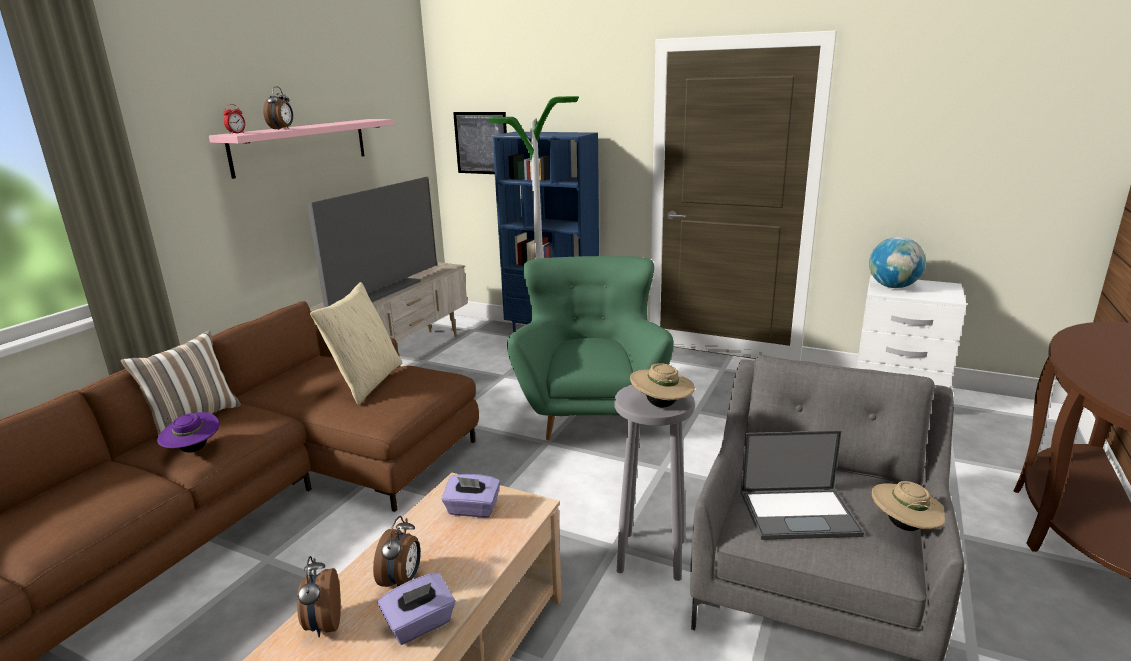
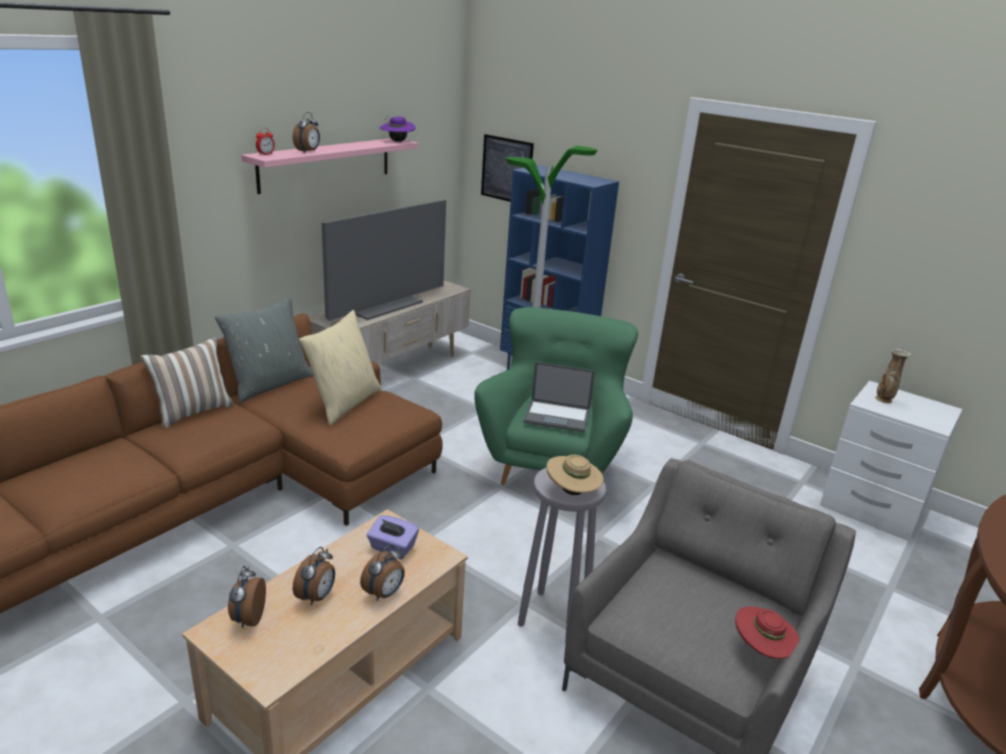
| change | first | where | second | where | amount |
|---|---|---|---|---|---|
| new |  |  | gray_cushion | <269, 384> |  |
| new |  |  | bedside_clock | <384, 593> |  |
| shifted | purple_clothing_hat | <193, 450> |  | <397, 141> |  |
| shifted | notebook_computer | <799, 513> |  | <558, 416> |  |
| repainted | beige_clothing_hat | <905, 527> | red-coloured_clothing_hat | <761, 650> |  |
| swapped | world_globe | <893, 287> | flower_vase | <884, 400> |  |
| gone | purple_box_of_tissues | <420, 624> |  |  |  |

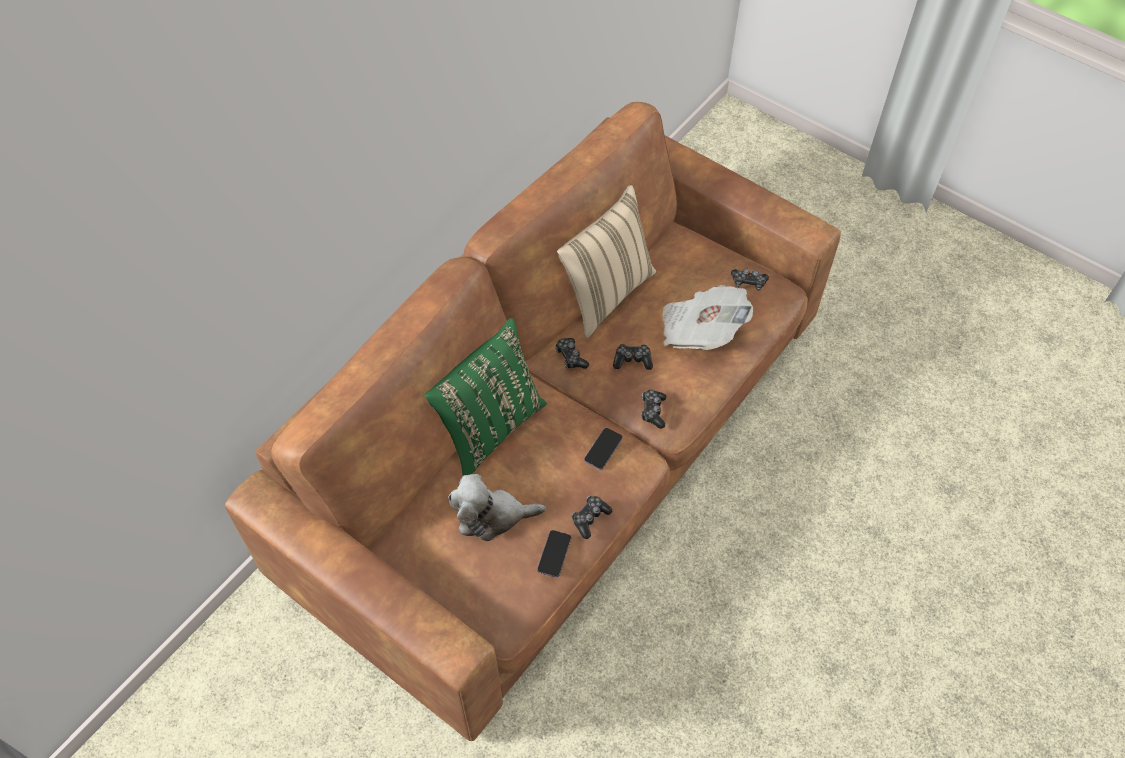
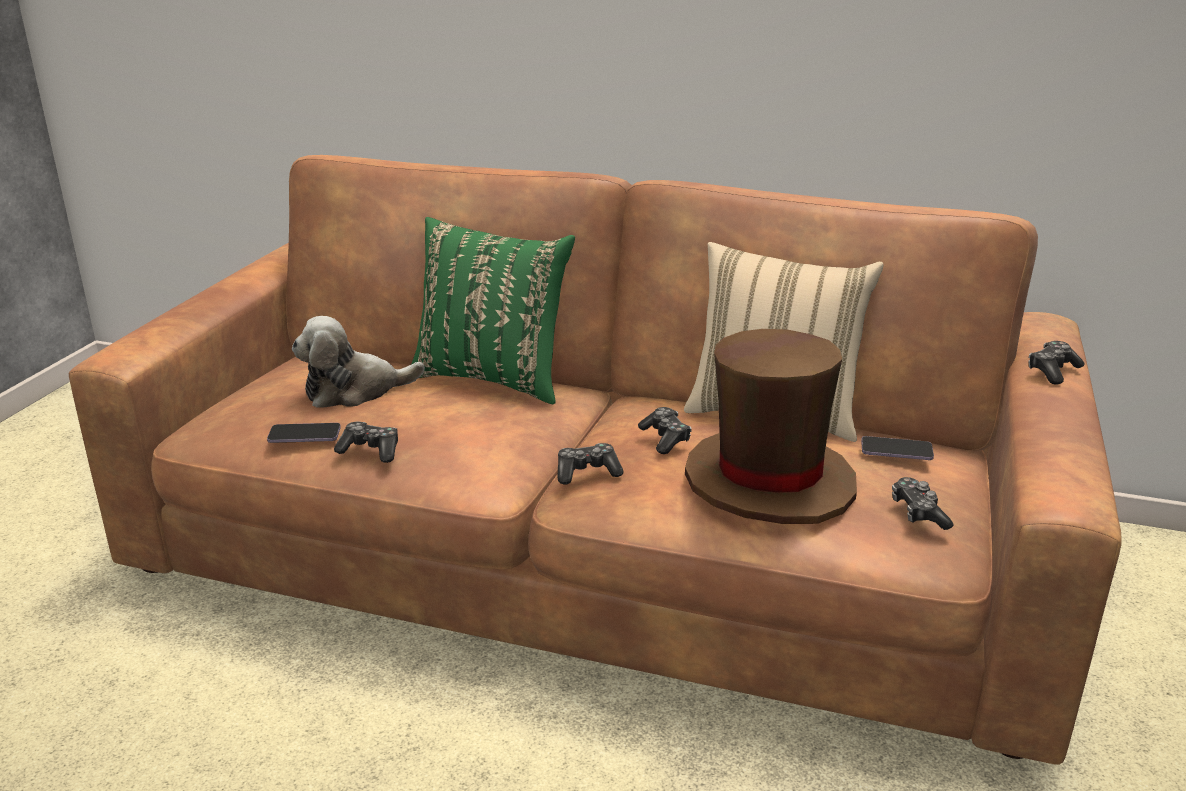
| change | first | where | second | where | amount |
|---|---|---|---|---|---|
| rotated | plush_toy | <492, 516> |  | <354, 392> | 90 degrees counterclockwise |
| swapped | newspaper | <701, 331> | brown_clothing_hat | <769, 481> |  |
| shifted | phone | <603, 449> |  | <896, 450> |  |
| shifted | gamepad | <570, 357> |  | <1052, 371> |  |

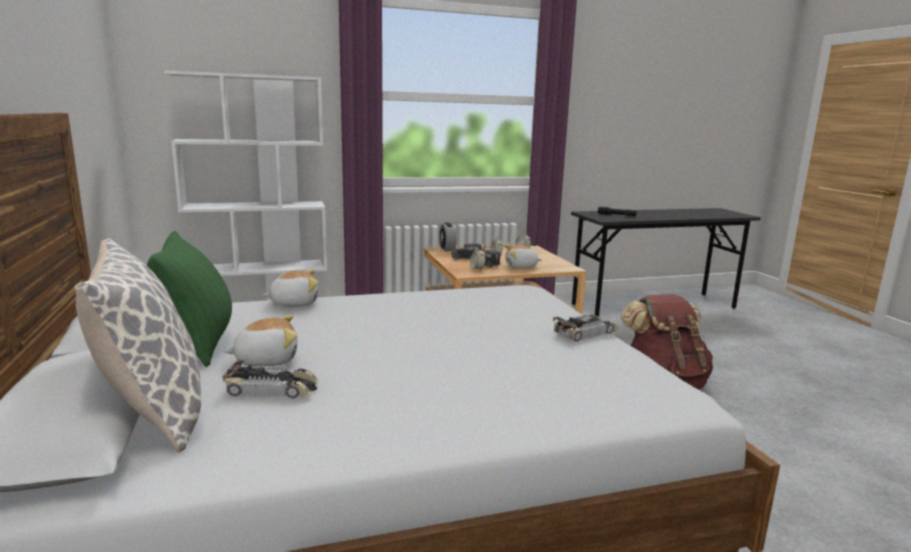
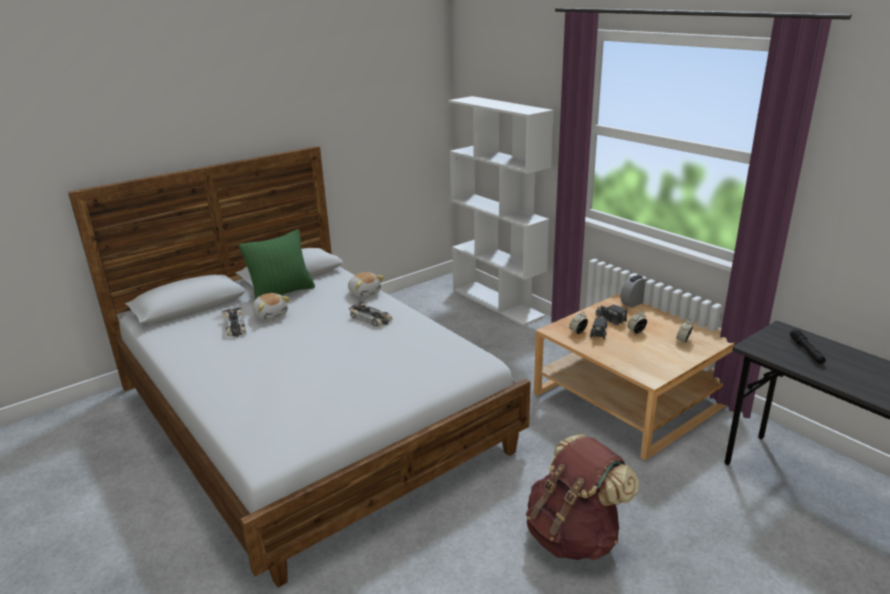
| change | first | where | second | where | amount |
|---|---|---|---|---|---|
| shifted | miniature_car | <586, 332> |  | <371, 319> |  |
| gone | cushion | <154, 412> |  |  |  |
| gone | plush_toy | <521, 267> |  |  |  |

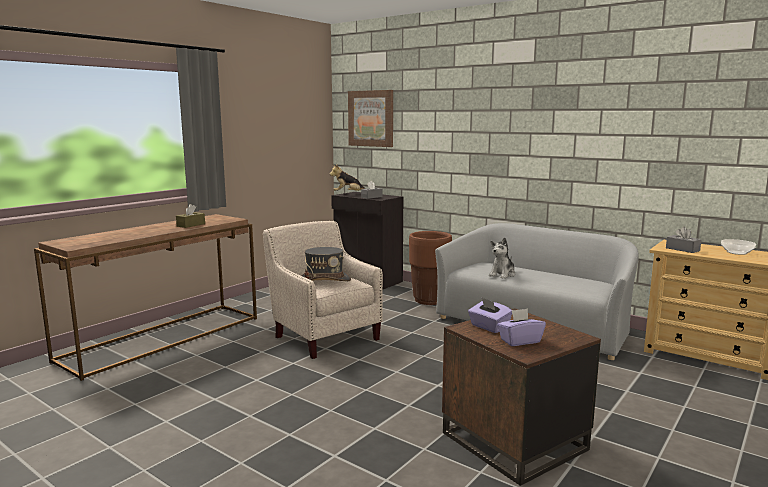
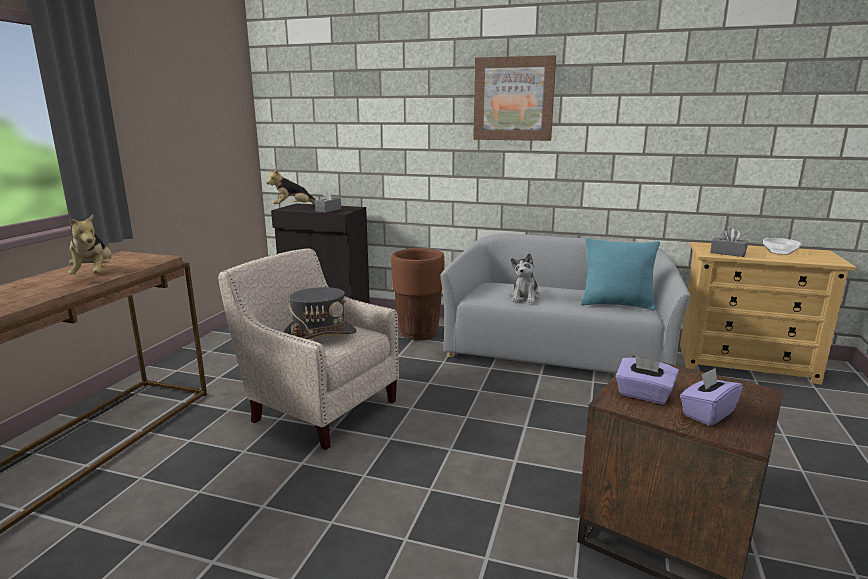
| change | first | where | second | where | amount |
|---|---|---|---|---|---|
| swapped | brown_box_of_tissues | <191, 225> | plush_toy | <94, 275> |  |
| shifted | picture | <371, 118> |  | <513, 99> |  |
| new |  |  | turquoise_cushion | <616, 304> |  |

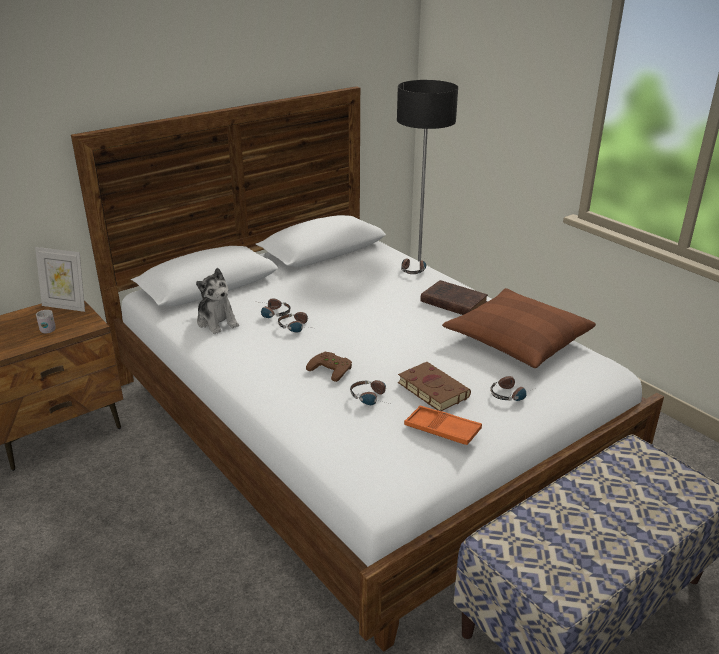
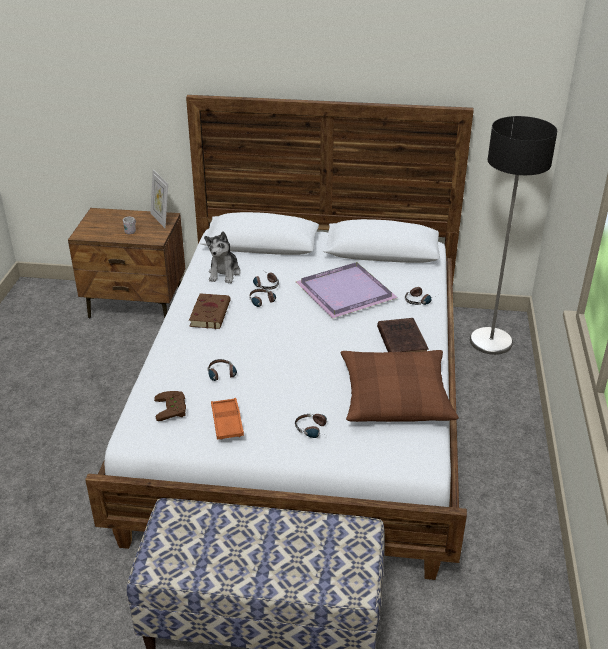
| change | first | where | second | where | amount |
|---|---|---|---|---|---|
| shifted | brown_gamepad | <332, 368> |  | <173, 408> |  |
| shifted | brown_volume | <431, 389> |  | <210, 313> |  |
| new |  |  | purple_carrying_tray | <343, 292> |  |

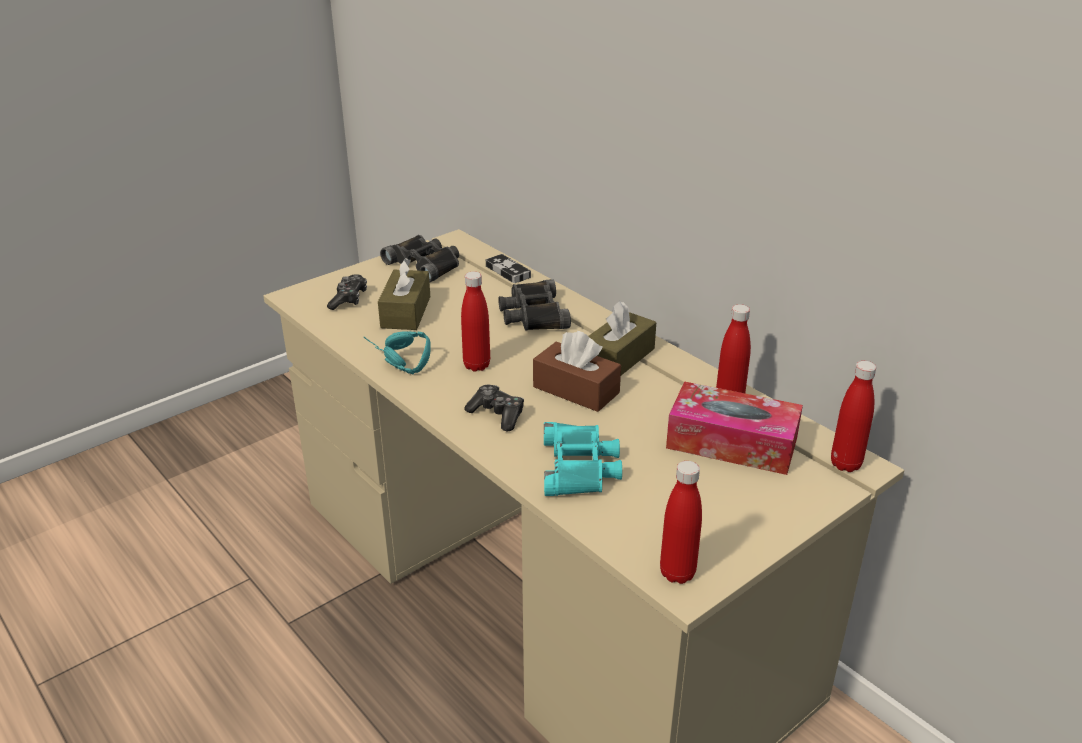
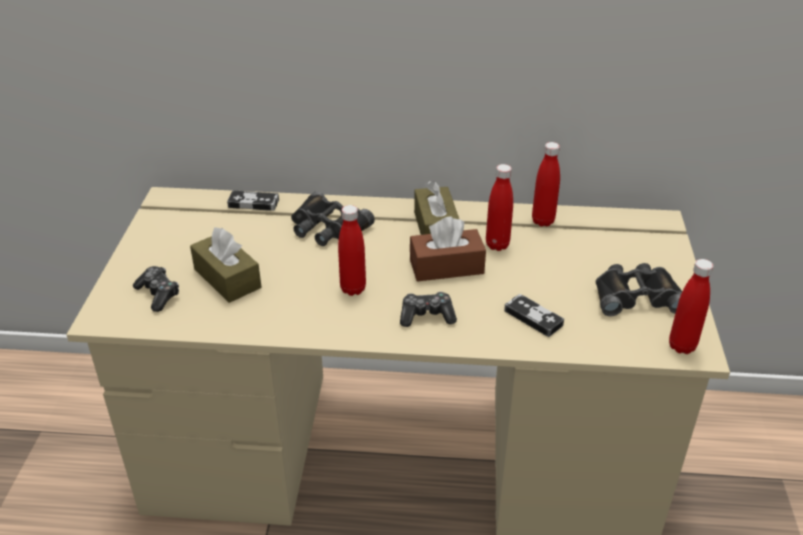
| change | first | where | second | where | amount |
|---|---|---|---|---|---|
| shifted | red-coloured_beverage_bottle | <845, 464> |  | <497, 245> |  |
| swapped | turquoise_field_glasses | <580, 467> | gamepad | <533, 318> |  |
| shifted | black-coloured_field_glasses | <425, 264> |  | <636, 296> |  |
| gone | turquoise_headset | <392, 361> |  |  |  |
| gone | box_of_tissues | <731, 443> |  |  |  |

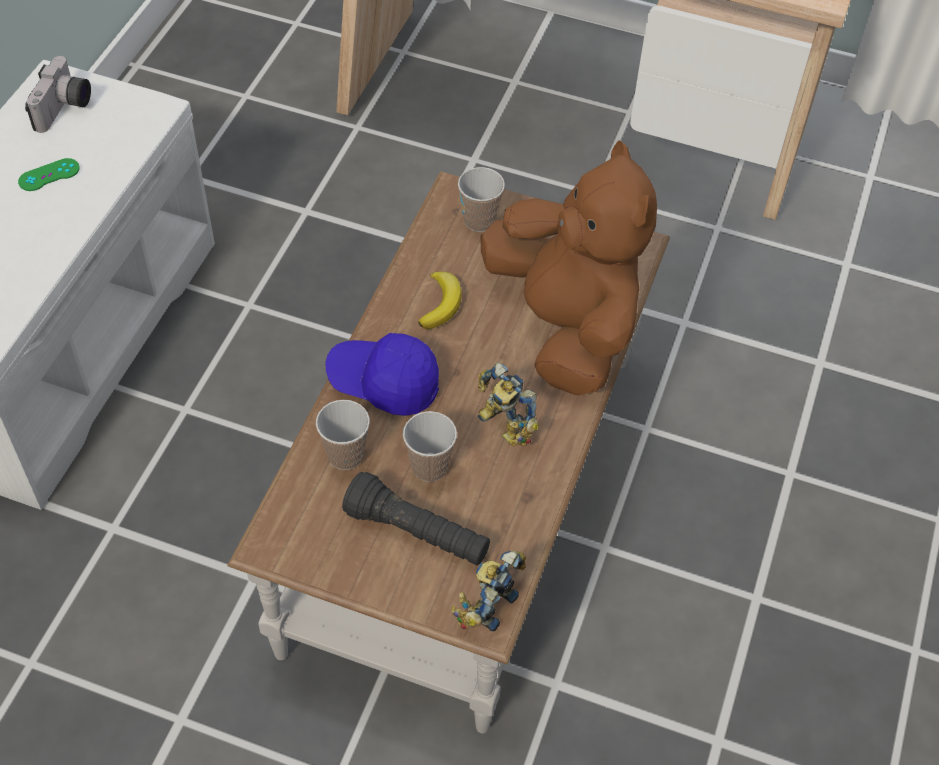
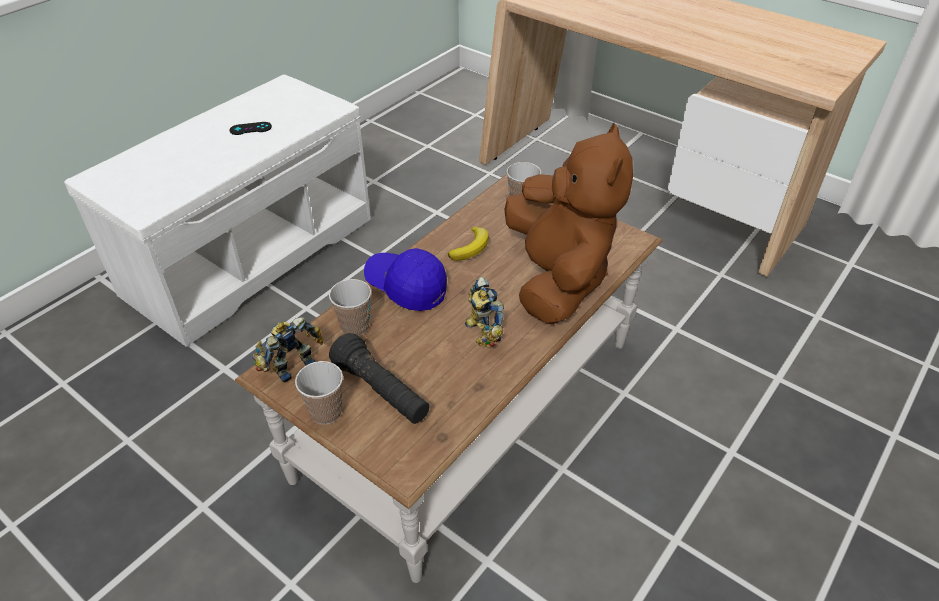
| change | first | where | second | where | amount |
|---|---|---|---|---|---|
| repainted | greenish_gamepad | <49, 175> | black-coloured_gamepad | <250, 128> |  |
| shifted | robot_figure | <488, 604> |  | <291, 365> |  |
| shifted | small_cup | <429, 467> |  | <326, 412> |  |
| gone | still_camera | <65, 109> |  |  |  |

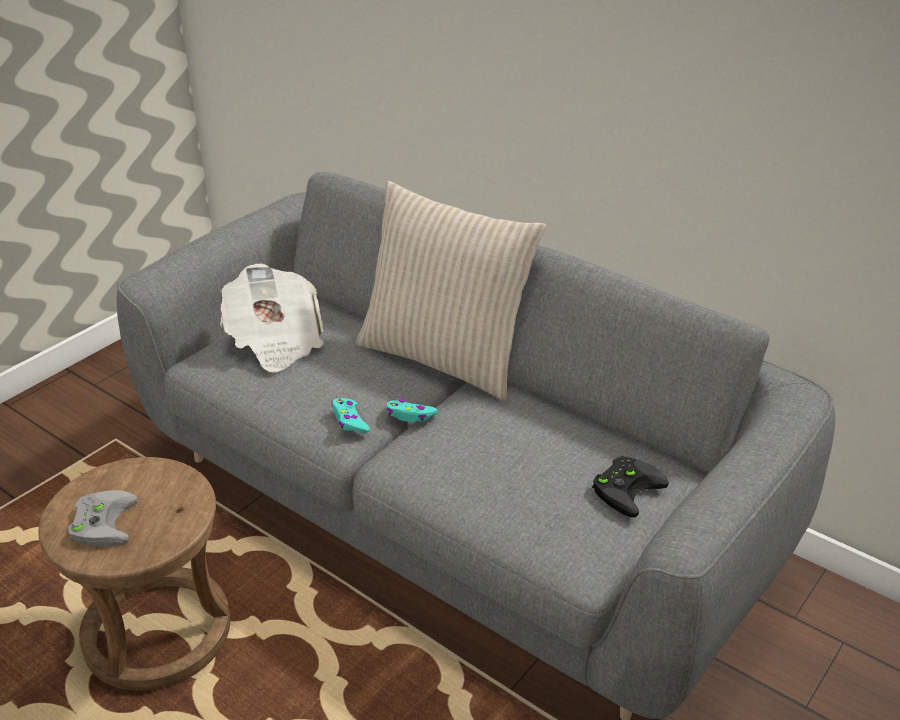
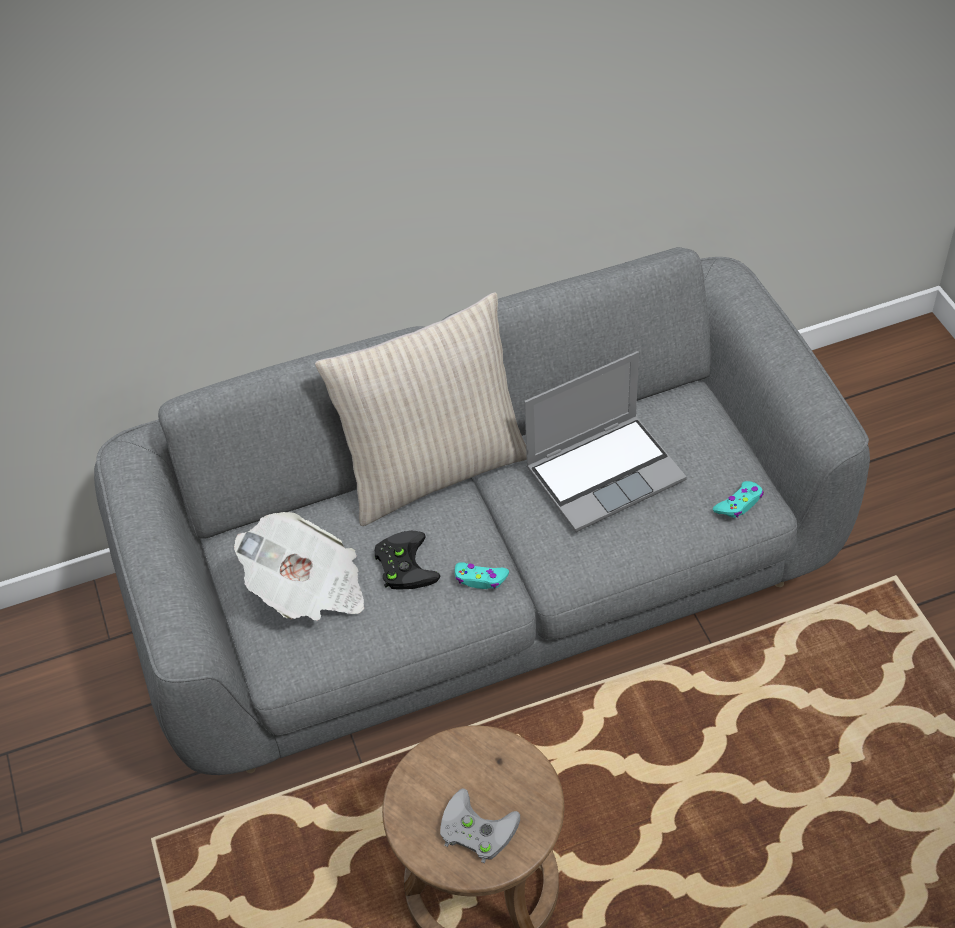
| change | first | where | second | where | amount |
|---|---|---|---|---|---|
| shifted | black-coloured_gamepad | <626, 487> |  | <403, 564> |  |
| new |  |  | notebook_computer | <605, 473> |  |
| shifted | turquoise_gamepad | <410, 415> |  | <739, 504> |  |

